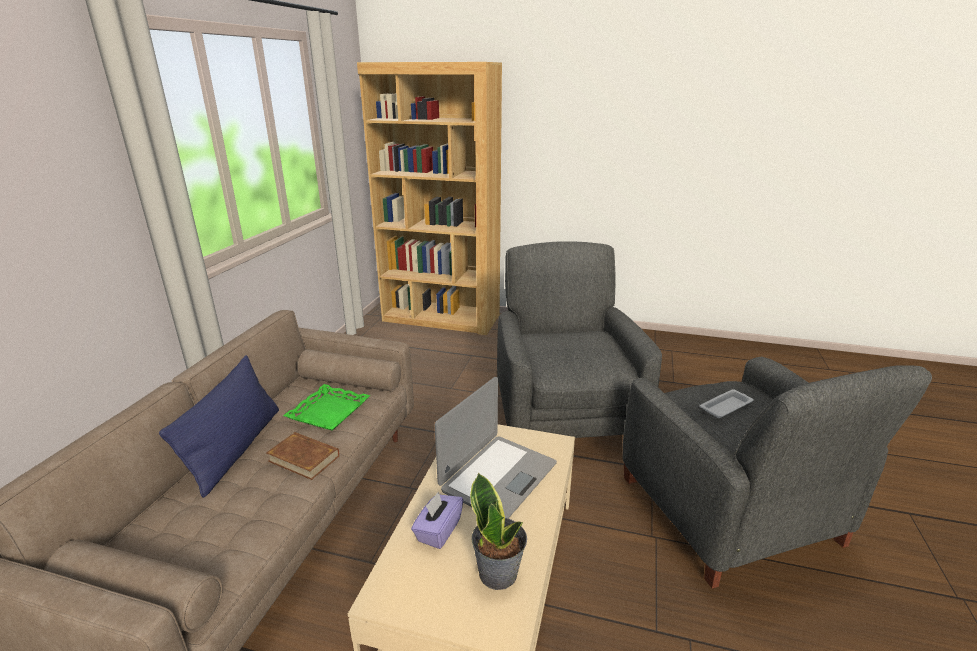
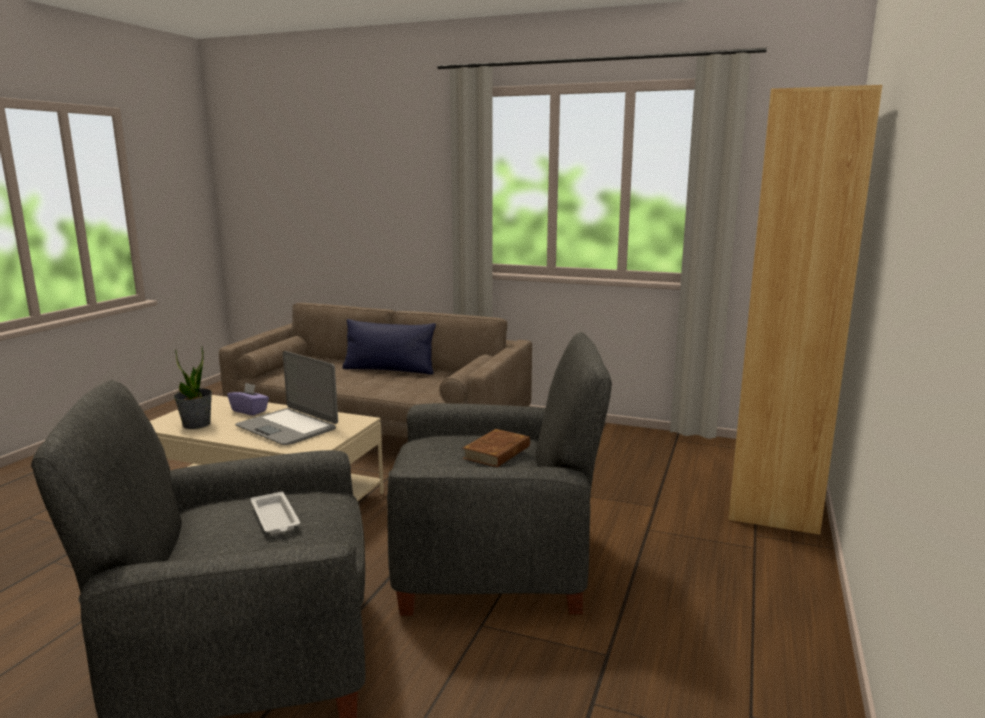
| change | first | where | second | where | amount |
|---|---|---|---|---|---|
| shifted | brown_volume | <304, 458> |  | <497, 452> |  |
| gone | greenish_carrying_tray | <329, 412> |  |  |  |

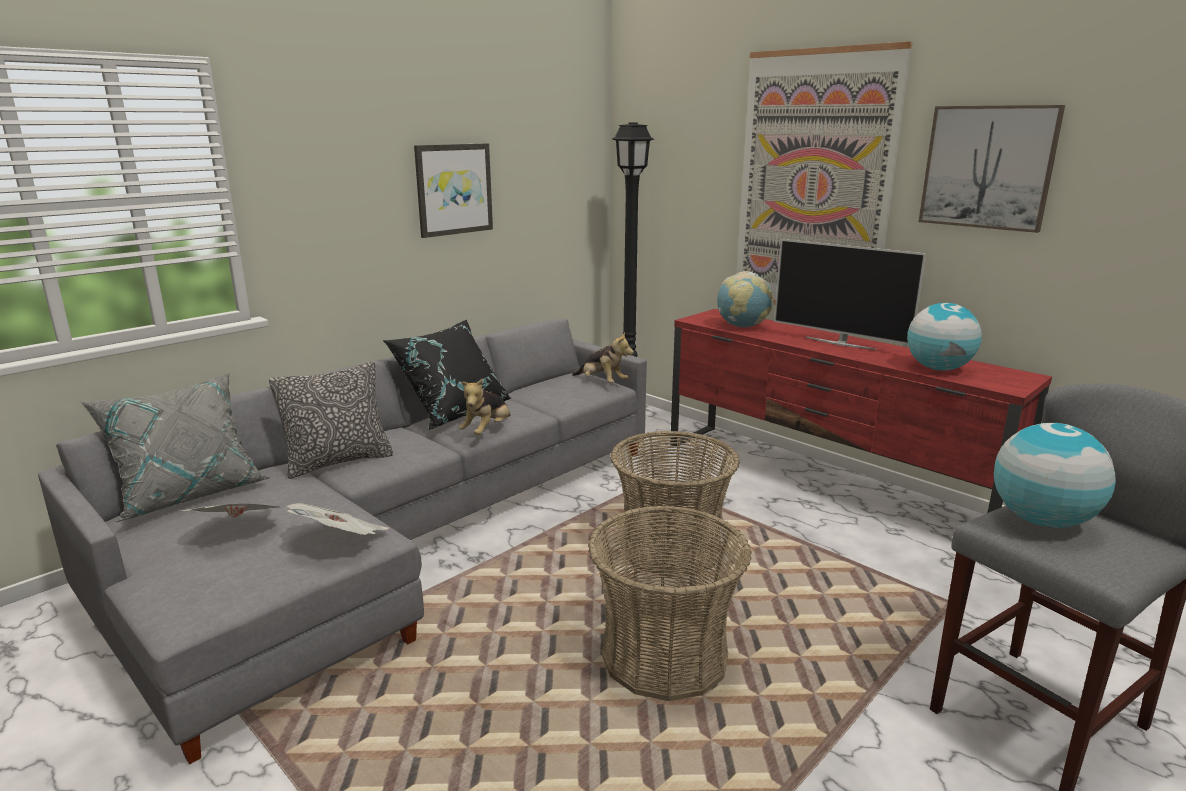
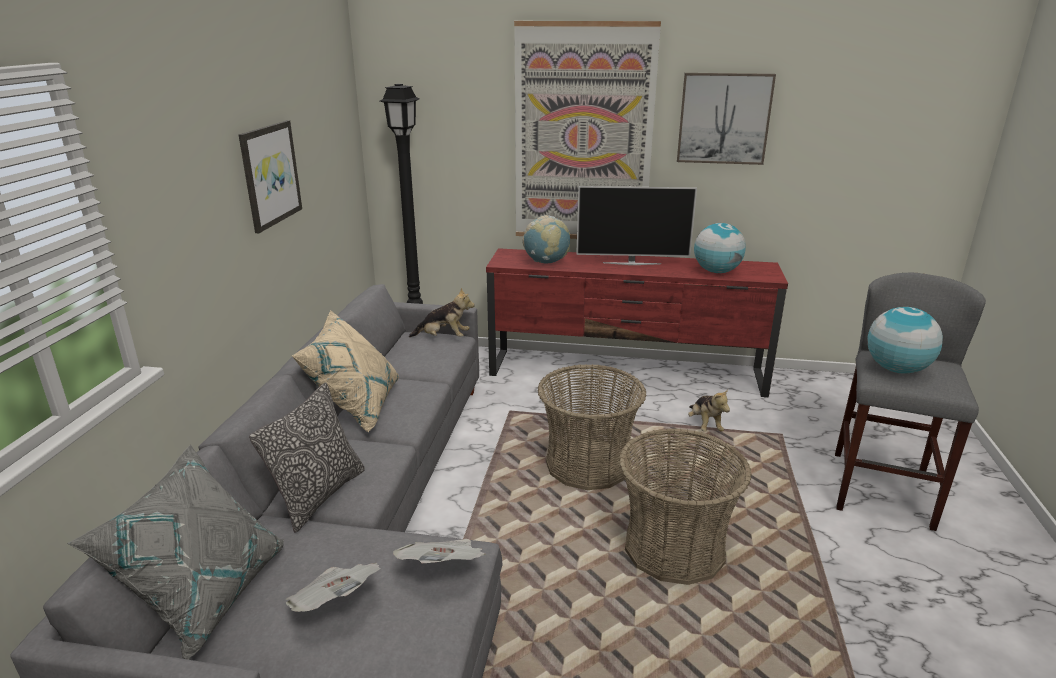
| change | first | where | second | where | amount |
|---|---|---|---|---|---|
| repainted | black-coloured_cushion | <454, 412> | beige_cushion | <355, 406> |  |
| shifted | plush_toy | <487, 431> |  | <705, 425> |  |

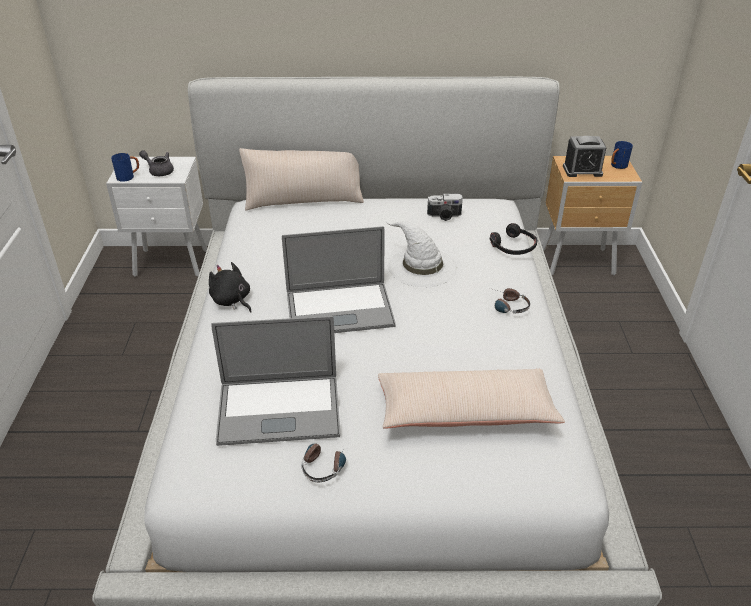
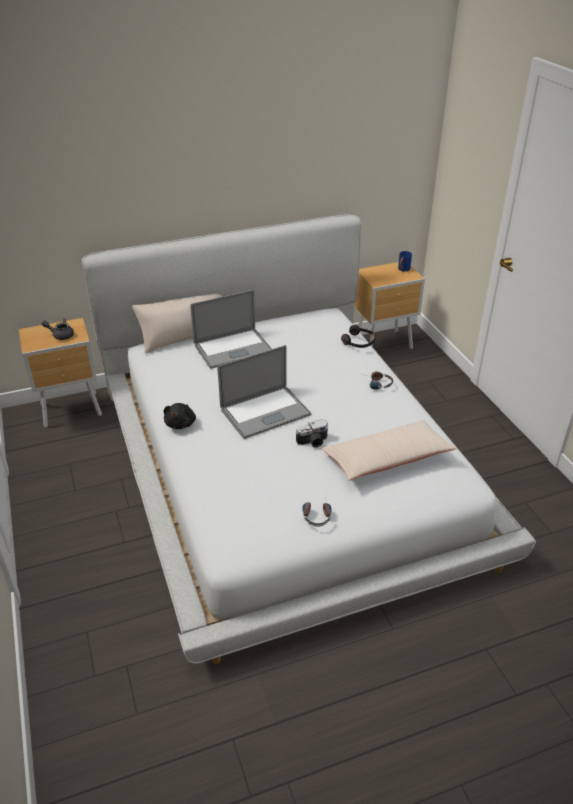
| change | first | where | second | where | amount |
|---|---|---|---|---|---|
| repainted | white-coloured_nightstand | <172, 264> | brown_nightstand | <72, 410> |  |
| rotated | black-coloured_plush_toy | <232, 301> |  | <181, 423> | 105 degrees counterclockwise |
| shifted | notebook_computer | <279, 410> |  | <233, 348> |  |
| shifted | still_camera | <444, 216> |  | <313, 442> |  |
| gone | bluish_coffee_mug | <129, 177> |  |  |  |
| gone | white-coloured_clothing_hat | <421, 266> |  |  |  |
| gone | bedside_clock | <582, 170> |  |  |  |

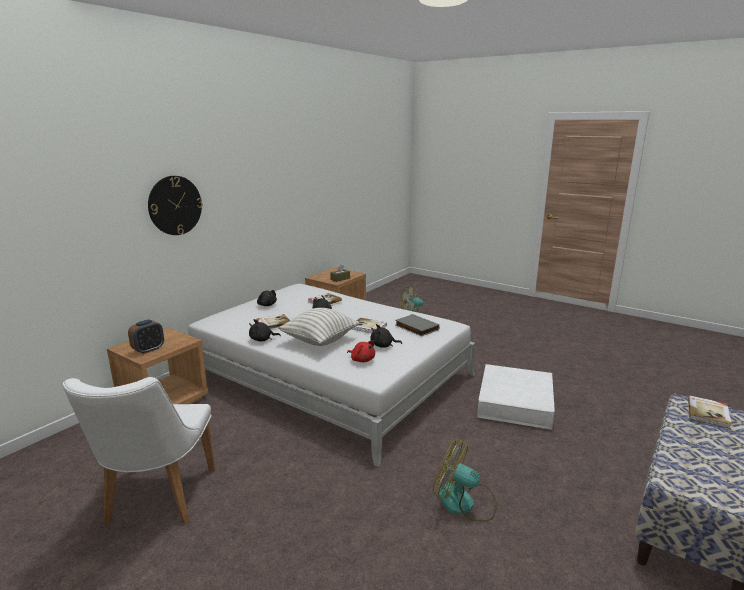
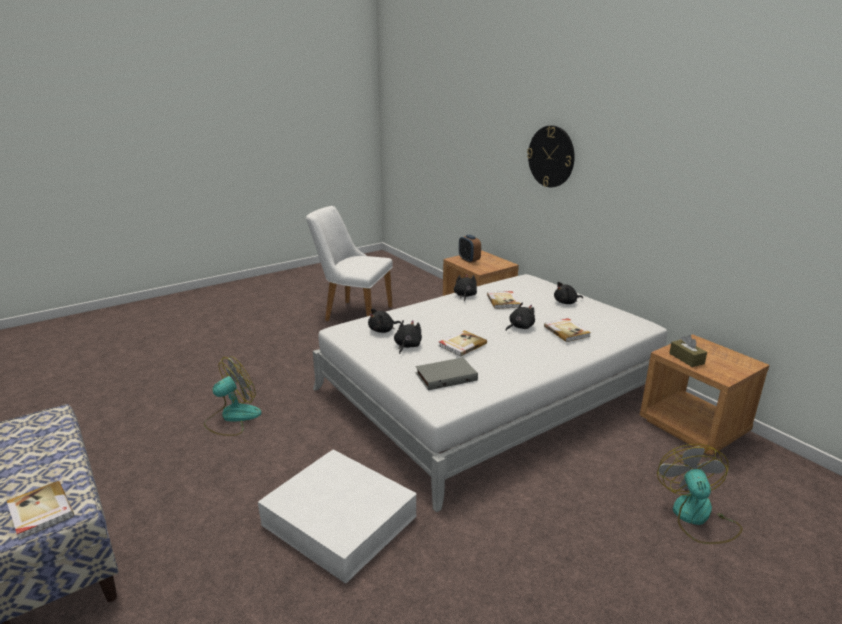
| change | first | where | second | where | amount |
|---|---|---|---|---|---|
| repainted | red-coloured_plush_toy | <362, 360> | black-coloured_plush_toy | <383, 330> |  |
| gone | cushion | <319, 340> |  |  |  |

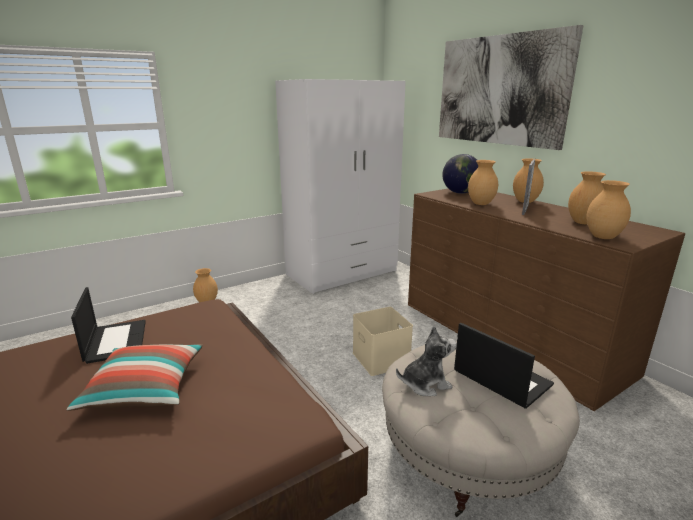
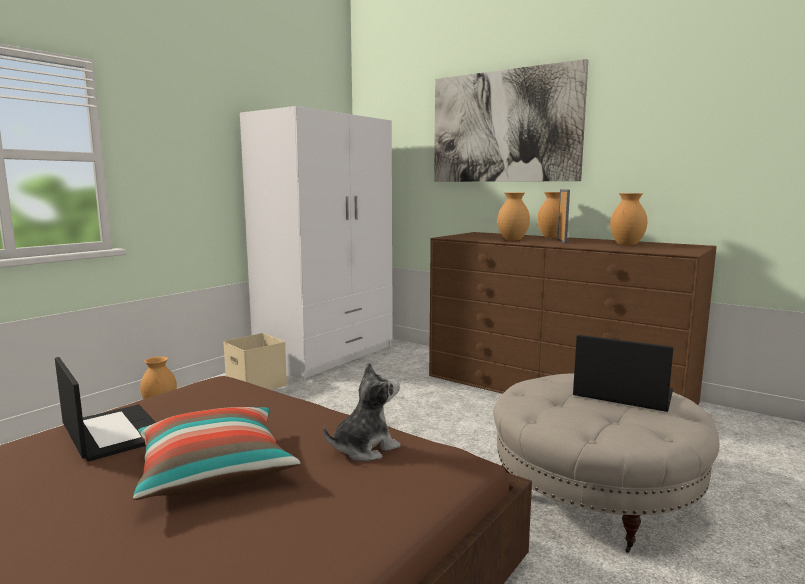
| change | first | where | second | where | amount |
|---|---|---|---|---|---|
| shifted | beige_storage_bin | <382, 359> |  | <258, 384> |  |
| shifted | plush_toy | <425, 384> |  | <364, 448> |  |
| gone | world_globe | <460, 193> |  |  |  |
| gone | brown_flower_vase | <603, 237> |  |  |  |

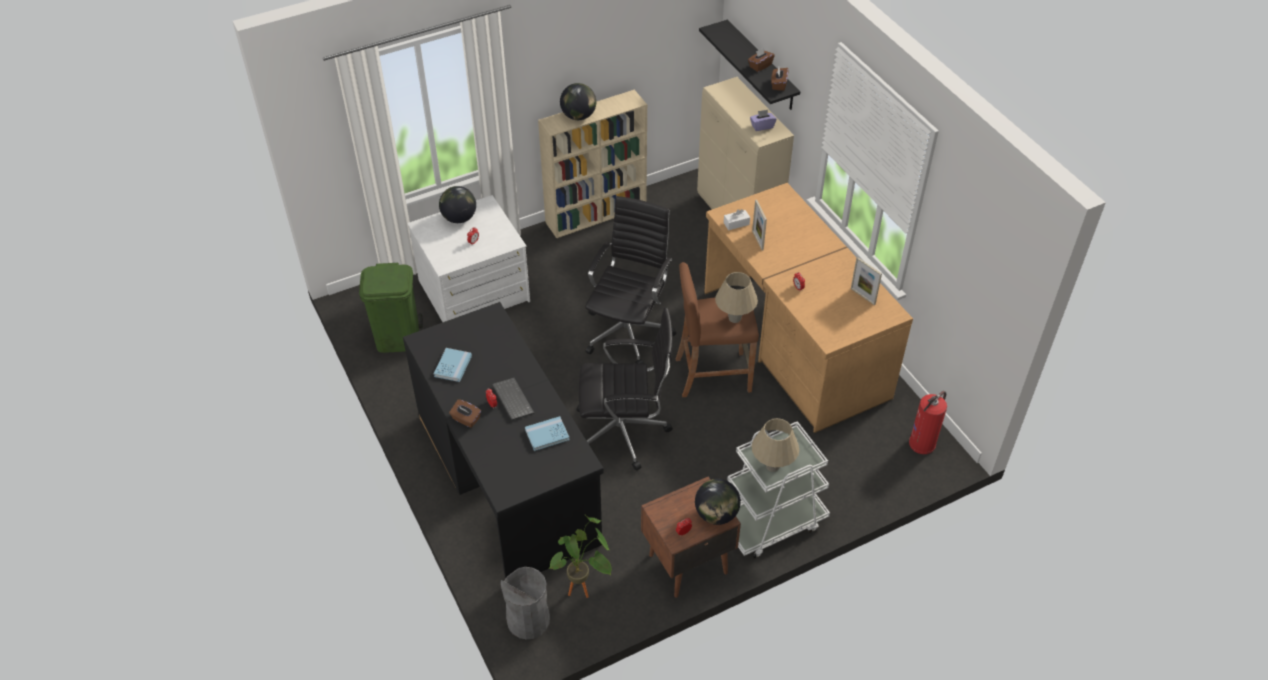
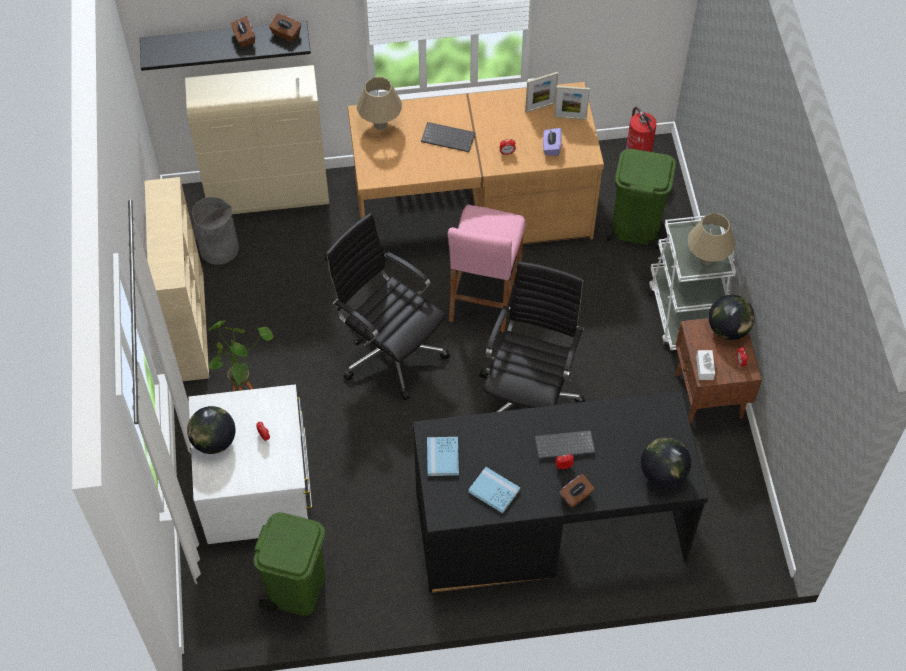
| change | first | where | second | where | amount |
|---|---|---|---|---|---|
| shifted | gray_waste_bin | <528, 620> |  | <219, 248> |  |
| shifted | potted_plant | <584, 590> |  | <244, 389> |  |
| shifted | beige_lamp_for_a_table | <734, 318> |  | <380, 124> |  |
| new |  |  | PC_keyboard | <449, 137> |  |
| shifted | bluish_volume | <547, 435> |  | <442, 457> |  |
| repainted | brown_stool | <713, 374> | pinkish_stool | <484, 295> |  |
| shifted | purple_box_of_tissues | <762, 126> |  | <551, 147> |  |
| shifted | picture_frame | <757, 240> |  | <570, 117> |  |
| new |  |  | greenish_waste_bin | <635, 228> |  |
| shifted | world_globe | <578, 116> |  | <663, 473> |  |
| shifted | white-coloured_box_of_tissues | <736, 223> |  | <704, 368> |  |

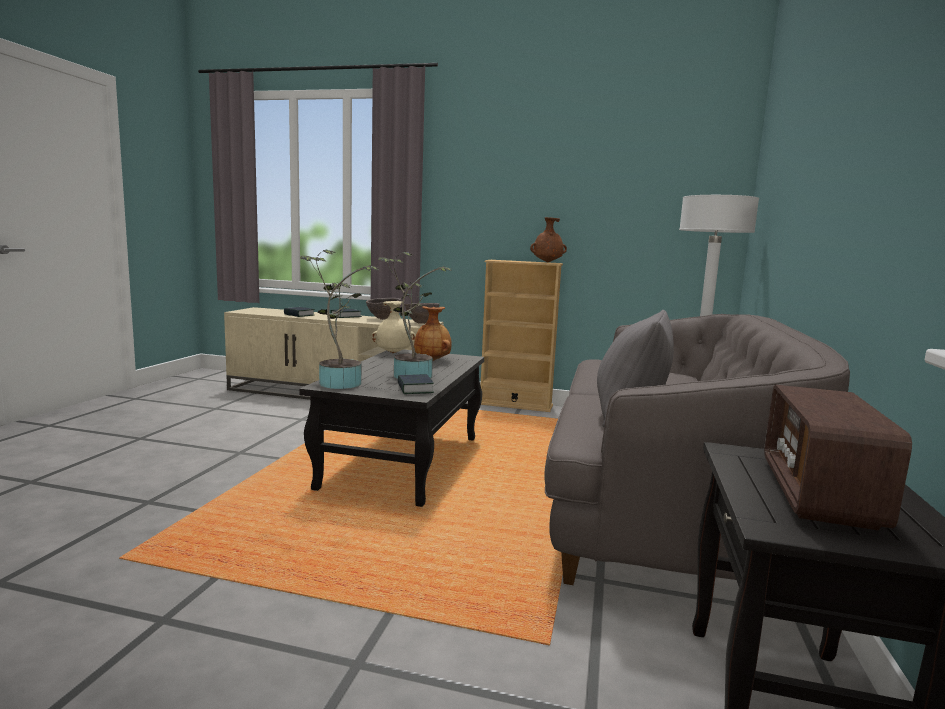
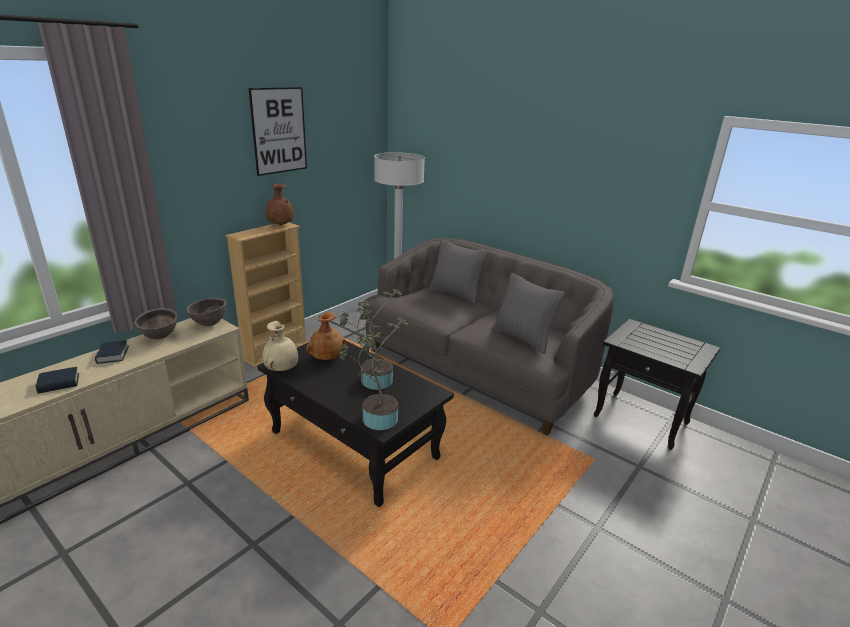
| change | first | where | second | where | amount |
|---|---|---|---|---|---|
| new |  |  | picture | <279, 131> |  |
| new |  |  | gray_cushion | <455, 294> |  |
| gone | volume | <415, 389> |  |  |  |
| gone | radio | <818, 494> |  |  |  |

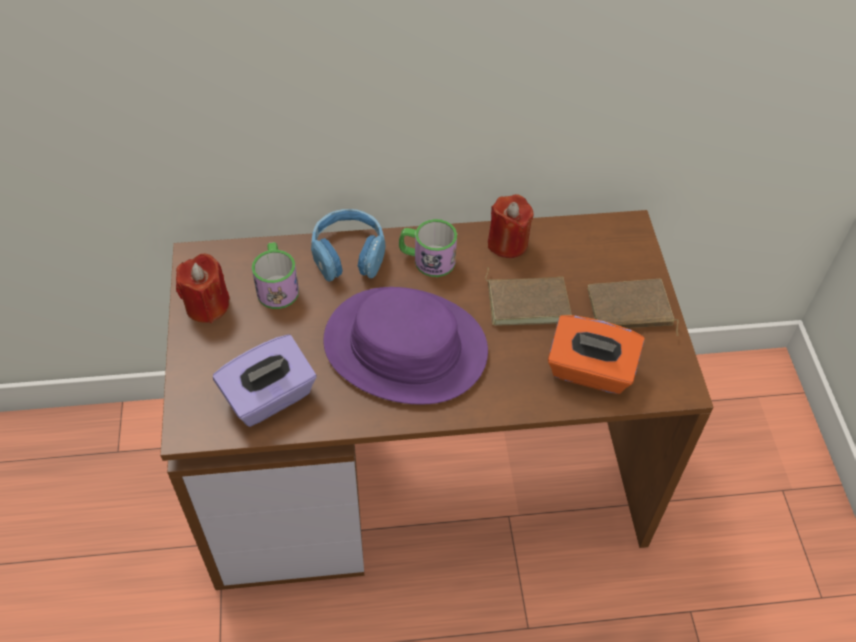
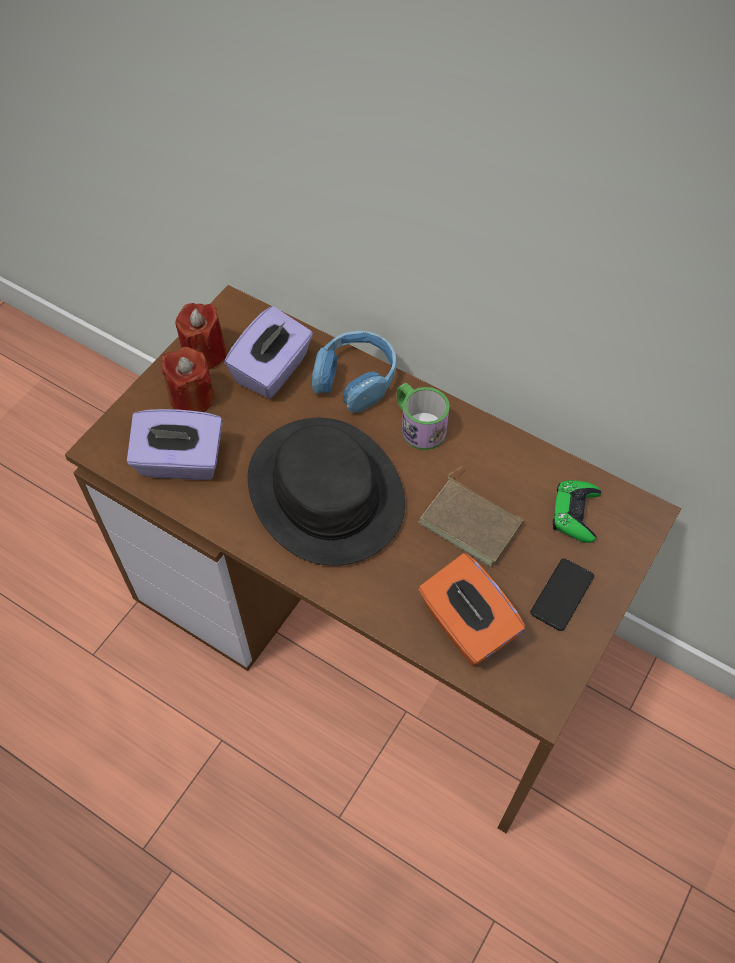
| change | first | where | second | where | amount |
|---|---|---|---|---|---|
| shifted | red-coloured_candle | <507, 243> |  | <192, 398> |  |
| swapped | coffee_mug | <277, 286> | purple_box_of_tissues | <273, 371> |  |
| repainted | purple_clothing_hat | <405, 347> | black-coloured_clothing_hat | <325, 492> |  |
| swapped | brown_volume | <629, 310> | phone | <562, 595> |  |
| new |  |  | greenish_gamepad | <575, 514> |  |

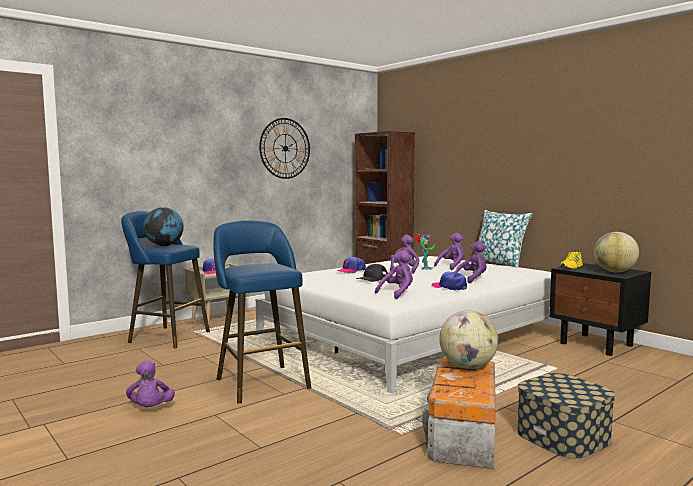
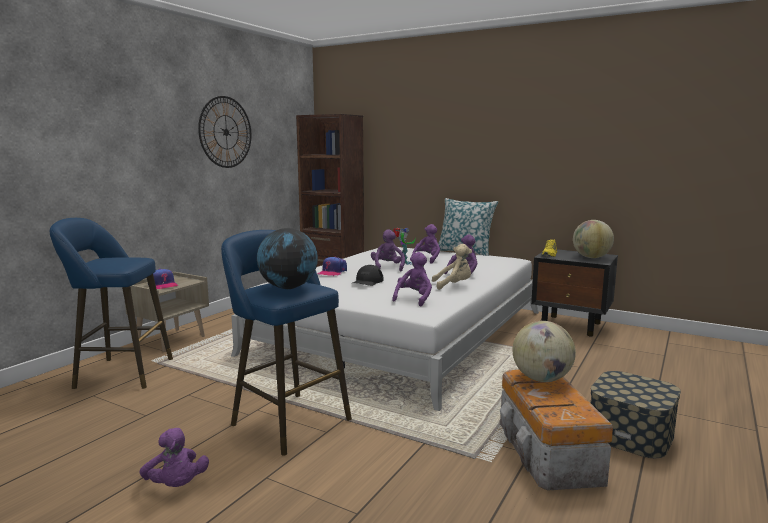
| change | first | where | second | where | amount |
|---|---|---|---|---|---|
| shifted | world_globe | <164, 245> |  | <289, 287> |  |
| swapped | cap | <449, 287> | beige_plush_toy | <454, 285> |  |

